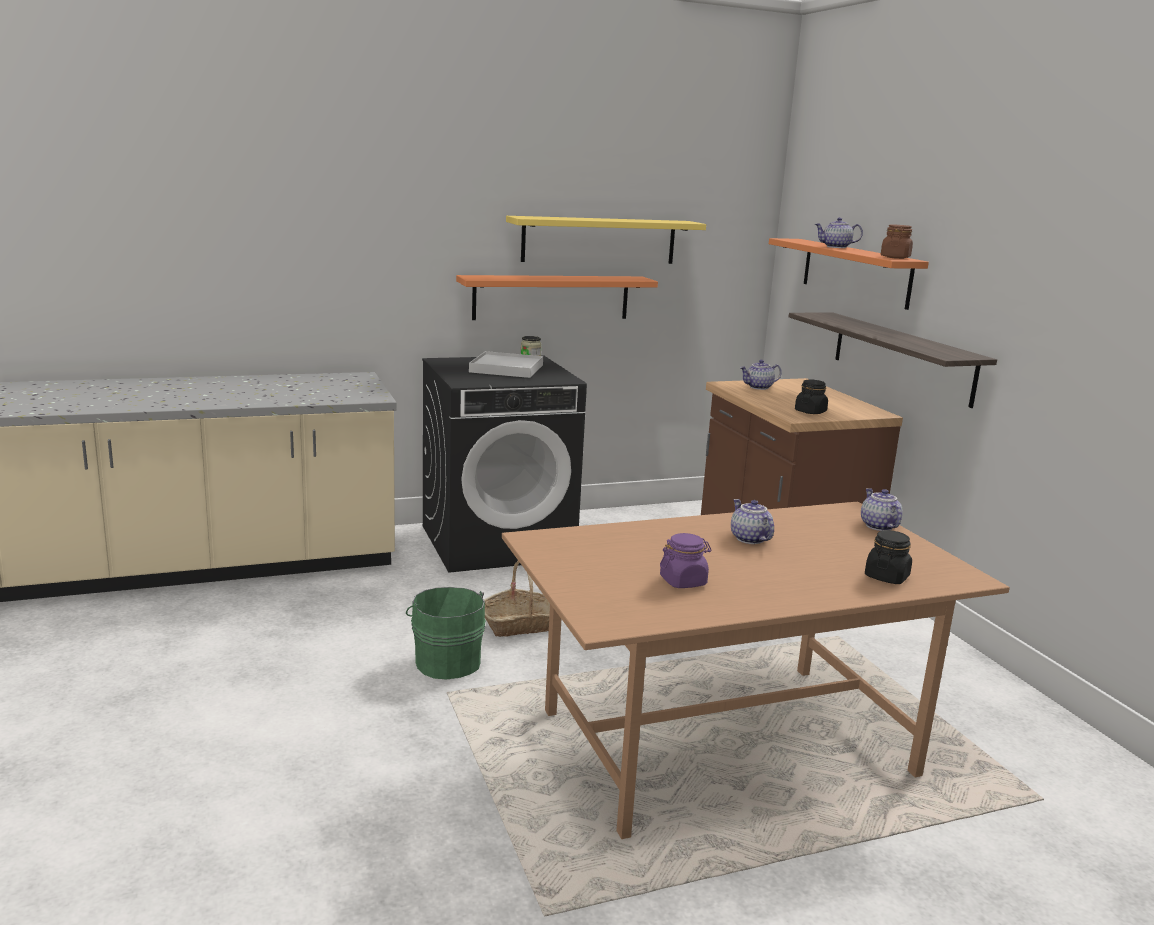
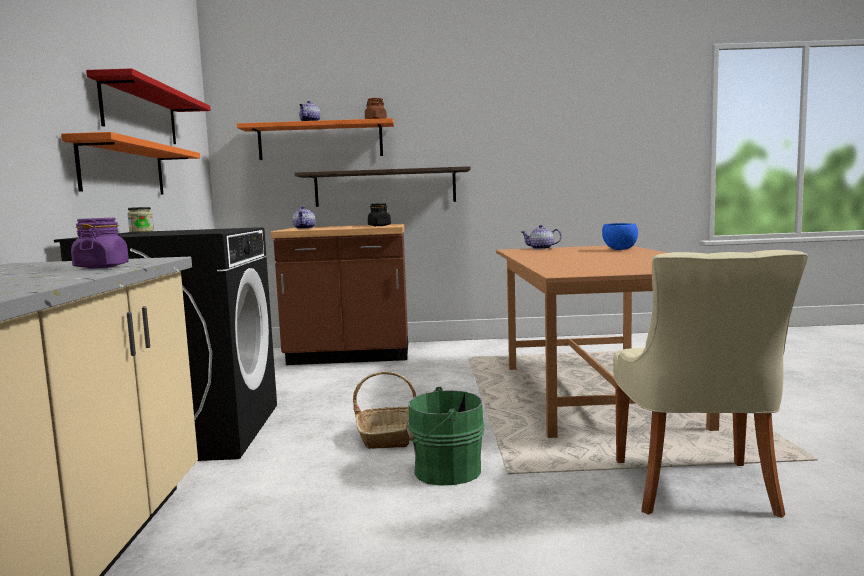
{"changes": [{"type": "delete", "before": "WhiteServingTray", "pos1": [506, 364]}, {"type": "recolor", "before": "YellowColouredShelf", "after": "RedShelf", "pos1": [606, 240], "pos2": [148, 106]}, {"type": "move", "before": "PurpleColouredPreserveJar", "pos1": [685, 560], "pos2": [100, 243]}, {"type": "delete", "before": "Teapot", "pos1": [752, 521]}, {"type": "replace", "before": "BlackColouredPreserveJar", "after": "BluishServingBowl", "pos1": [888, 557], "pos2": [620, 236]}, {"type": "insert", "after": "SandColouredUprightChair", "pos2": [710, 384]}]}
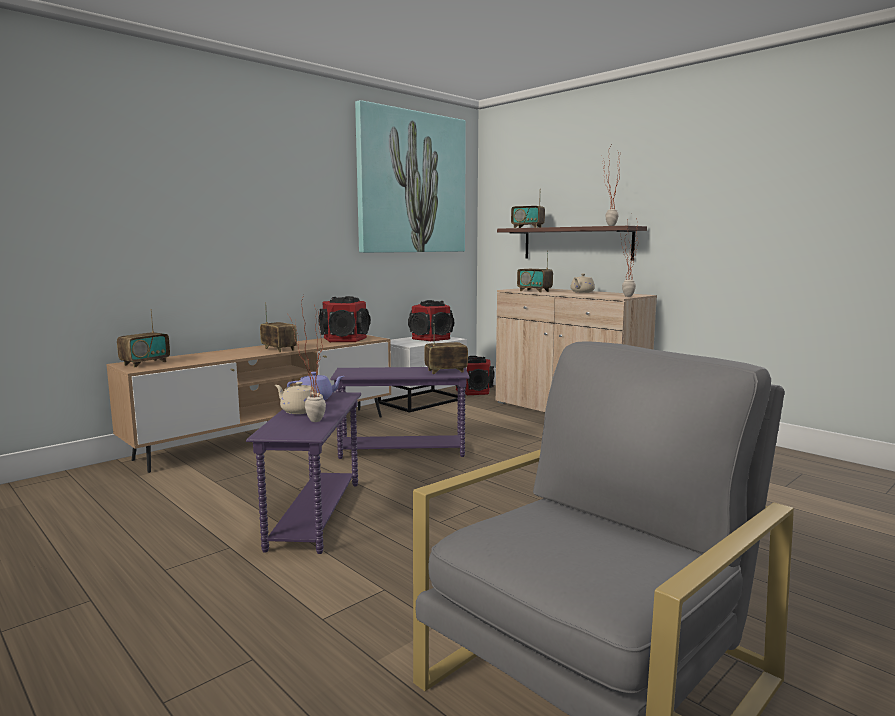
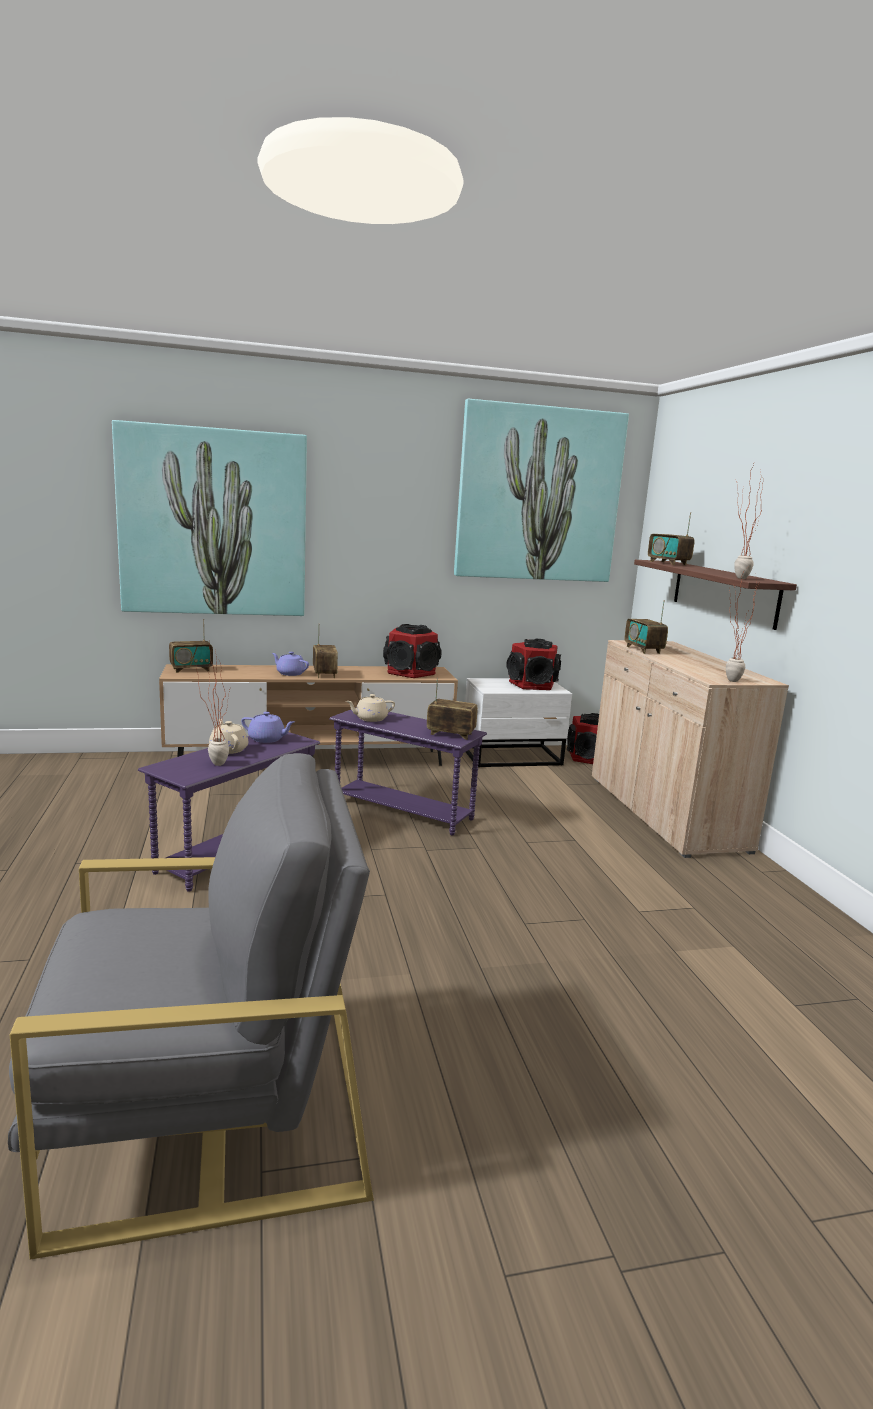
{"changes": [{"type": "move", "before": "SandColouredTeapot", "pos1": [582, 283], "pos2": [370, 708]}, {"type": "insert", "after": "WallArt", "pos2": [209, 518]}, {"type": "insert", "after": "PurpleColouredTeapot", "pos2": [290, 664]}]}
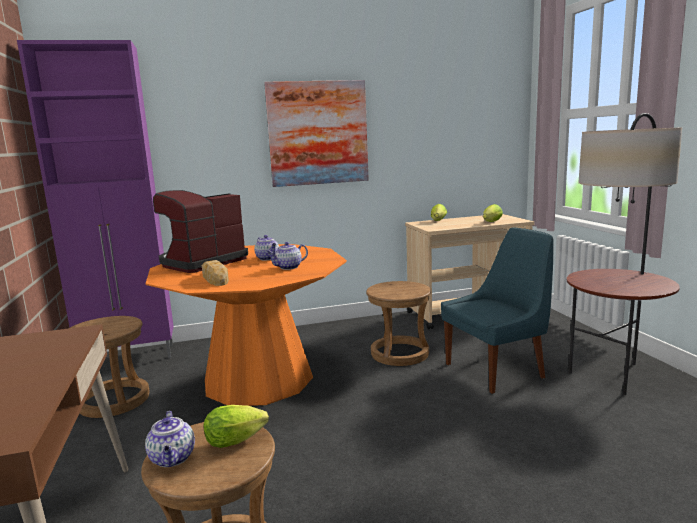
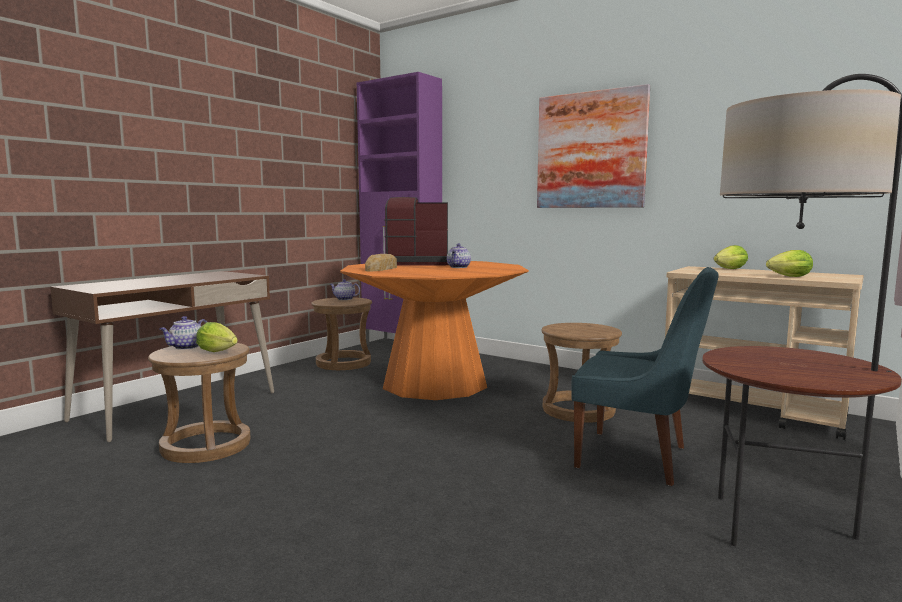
{"changes": [{"type": "move", "before": "Teapot", "pos1": [287, 256], "pos2": [345, 289]}]}
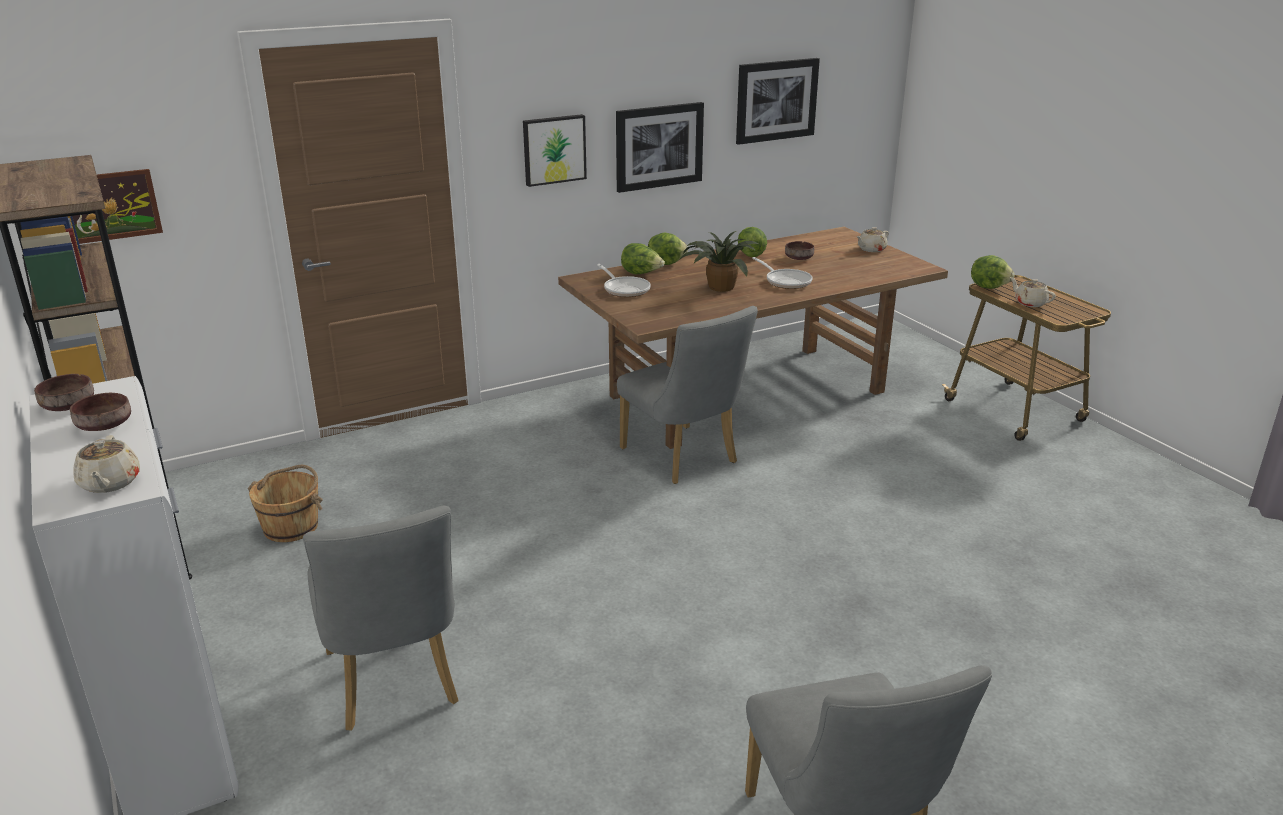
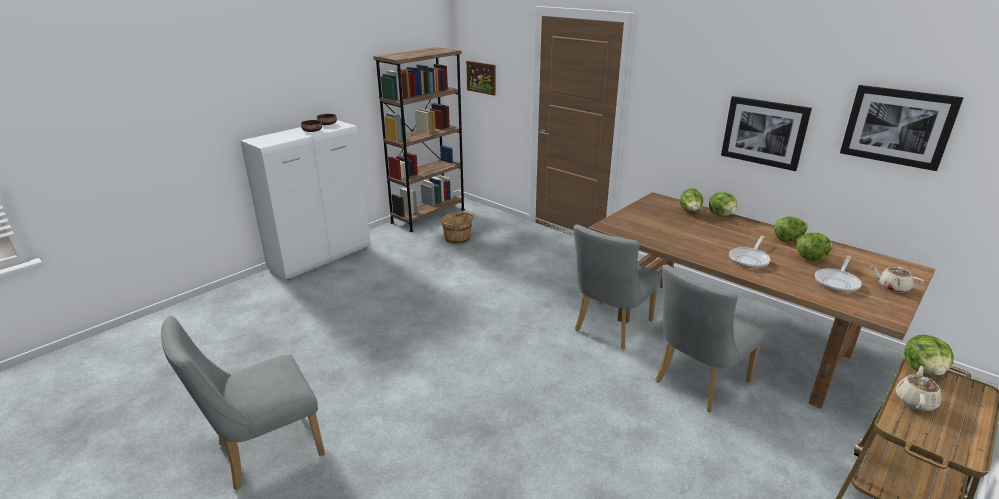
{"changes": [{"type": "delete", "before": "SandColouredTeapot", "pos1": [106, 464]}, {"type": "move", "before": "GreyUprightChair", "pos1": [381, 618], "pos2": [710, 338]}, {"type": "delete", "before": "WallArt", "pos1": [555, 150]}, {"type": "move", "before": "Skillet", "pos1": [624, 280], "pos2": [838, 274]}, {"type": "delete", "before": "Houseplant", "pos1": [719, 261]}, {"type": "replace", "before": "BrownServingBowl", "after": "HeadOfLettuce", "pos1": [799, 250], "pos2": [814, 246]}]}
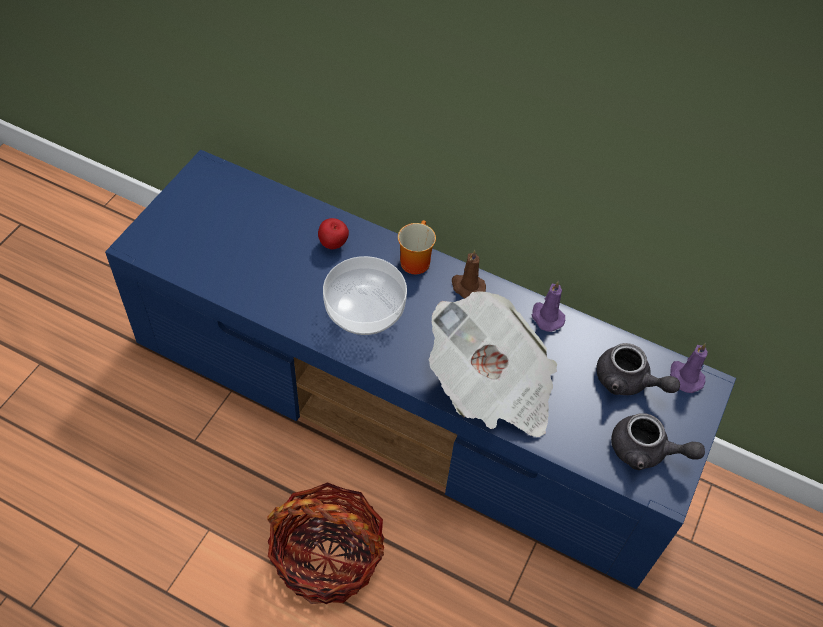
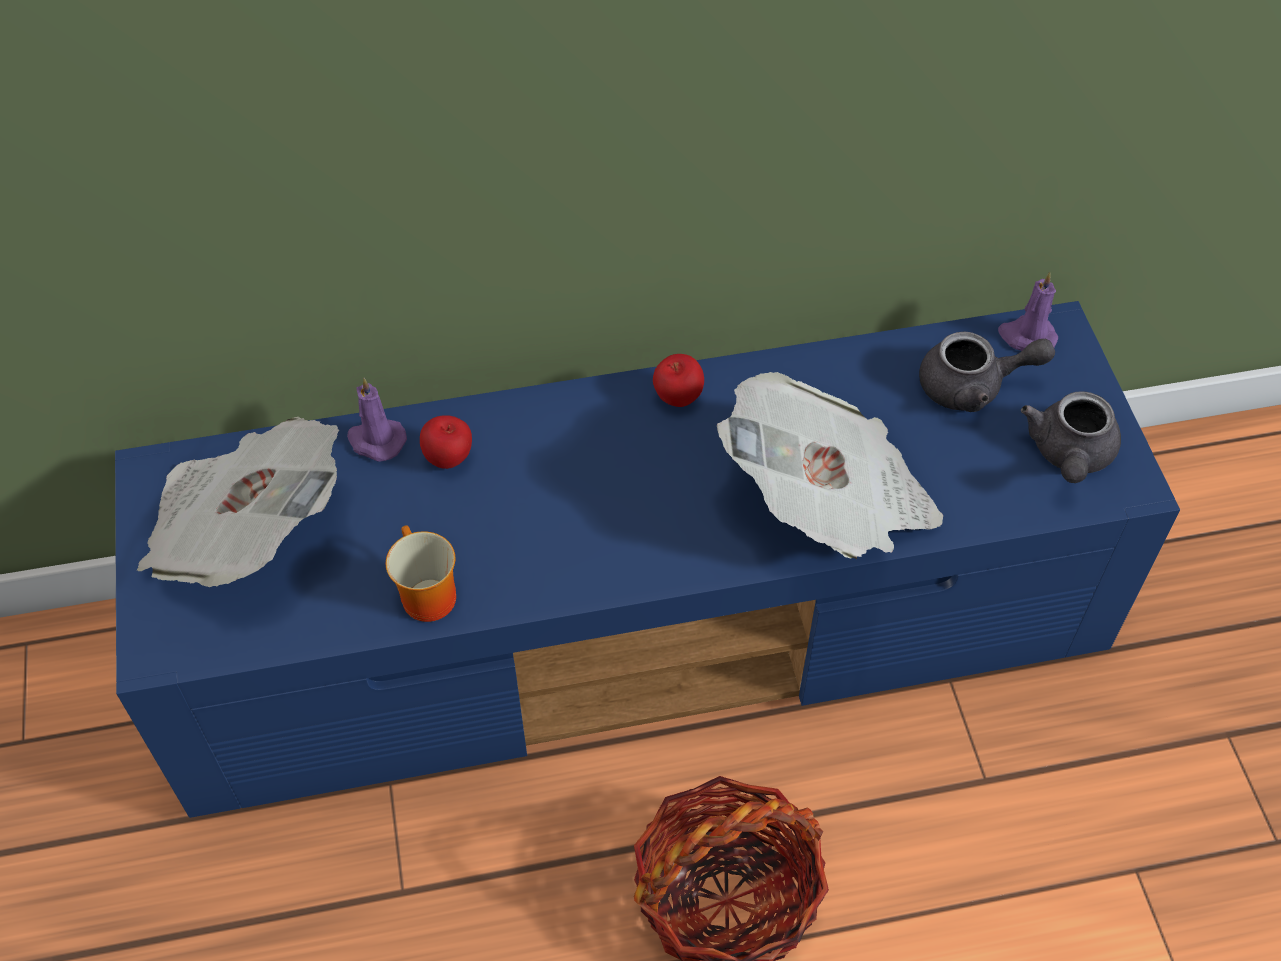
{"changes": [{"type": "delete", "before": "ServingBowl", "pos1": [365, 295]}, {"type": "move", "before": "Mug", "pos1": [417, 247], "pos2": [421, 573]}, {"type": "replace", "before": "BrownWaxLight", "after": "WholeApple", "pos1": [469, 274], "pos2": [678, 380]}, {"type": "move", "before": "PurpleColouredWaxLight", "pos1": [548, 306], "pos2": [377, 419]}, {"type": "rotate", "before": "GreyTeapot", "pos1": [658, 441], "pos2": [1071, 437], "turn": 120}, {"type": "insert", "after": "Newspaper", "pos2": [238, 502]}]}
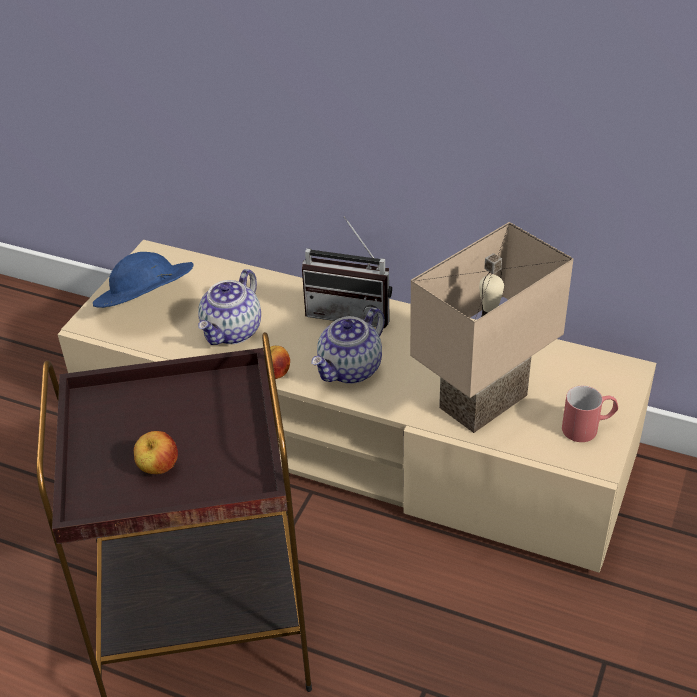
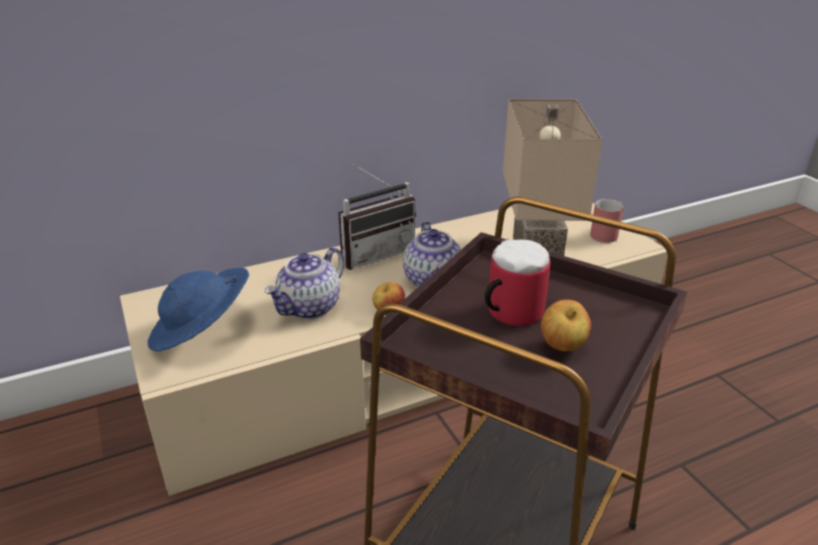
{"changes": [{"type": "rotate", "before": "Teapot", "pos1": [229, 307], "pos2": [305, 283], "turn": 60}, {"type": "insert", "after": "Mug", "pos2": [517, 282]}]}
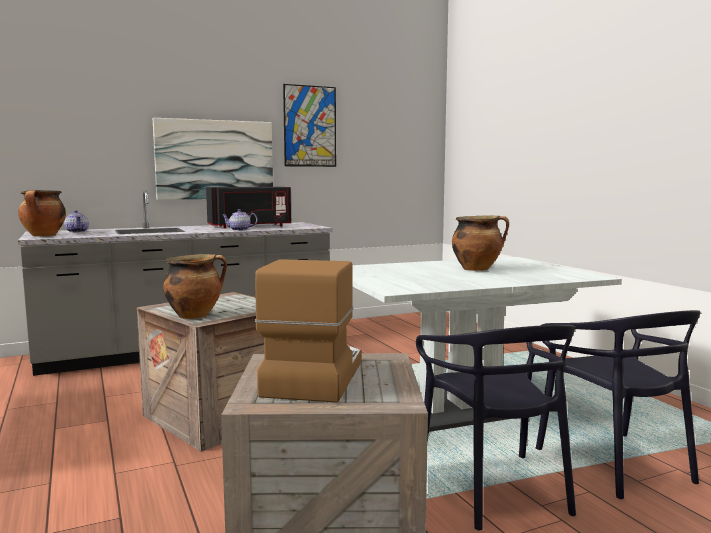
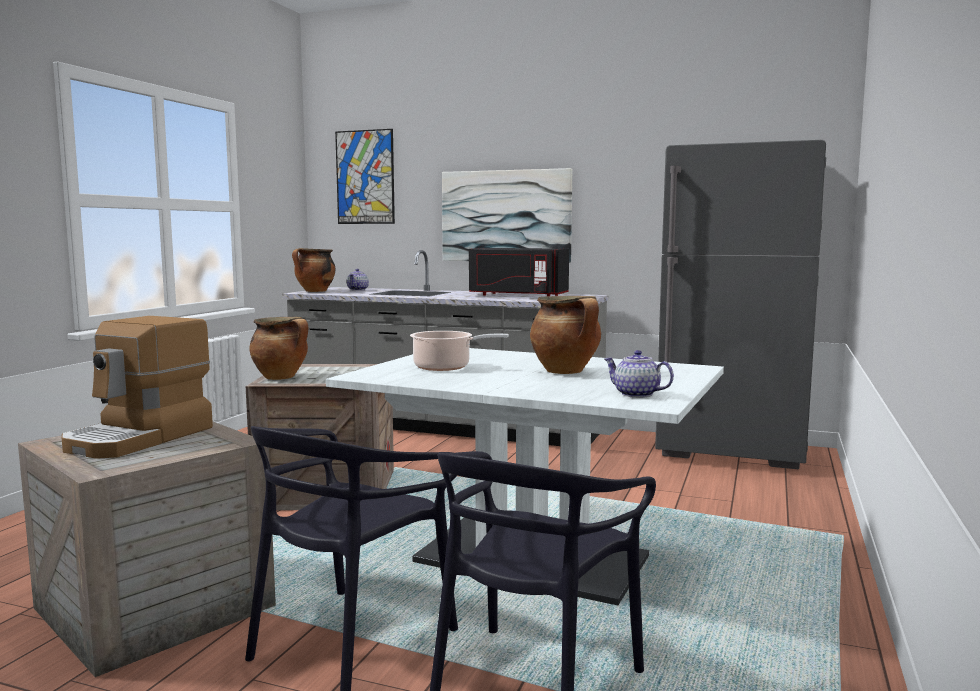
{"changes": [{"type": "move", "before": "Teapot", "pos1": [240, 220], "pos2": [639, 374]}, {"type": "rotate", "before": "CoffeeMachine", "pos1": [308, 331], "pos2": [137, 387], "turn": 150}, {"type": "move", "before": "WallArt", "pos1": [309, 125], "pos2": [365, 176]}, {"type": "insert", "after": "Stockpot", "pos2": [459, 351]}, {"type": "insert", "after": "GreyFridge", "pos2": [740, 304]}]}
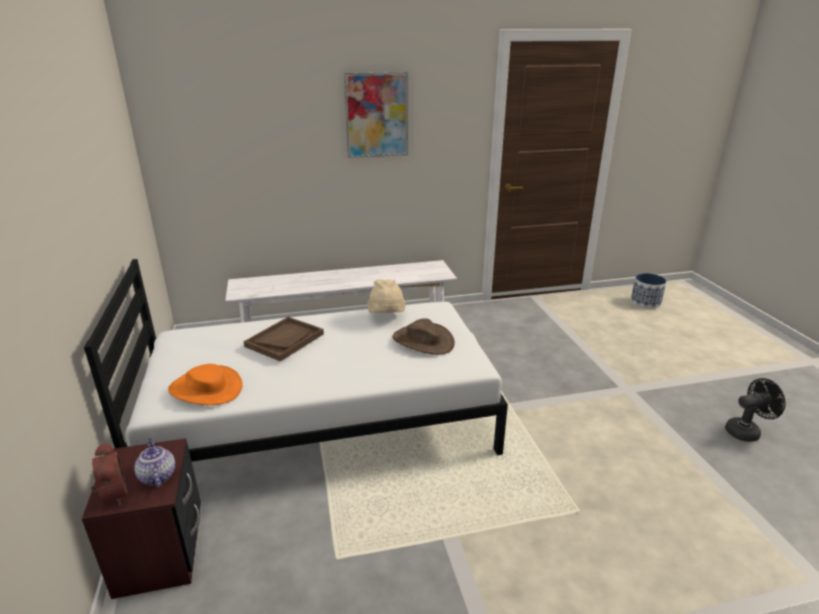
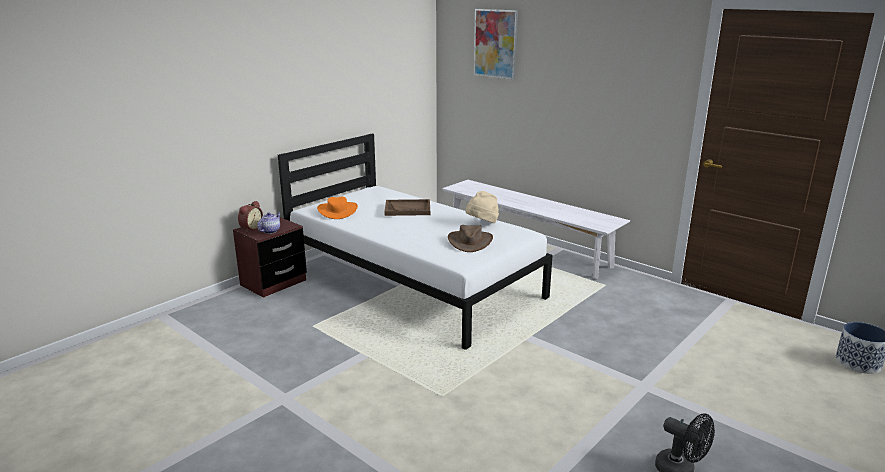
{"changes": [{"type": "move", "before": "WallArt", "pos1": [376, 115], "pos2": [496, 44]}]}
